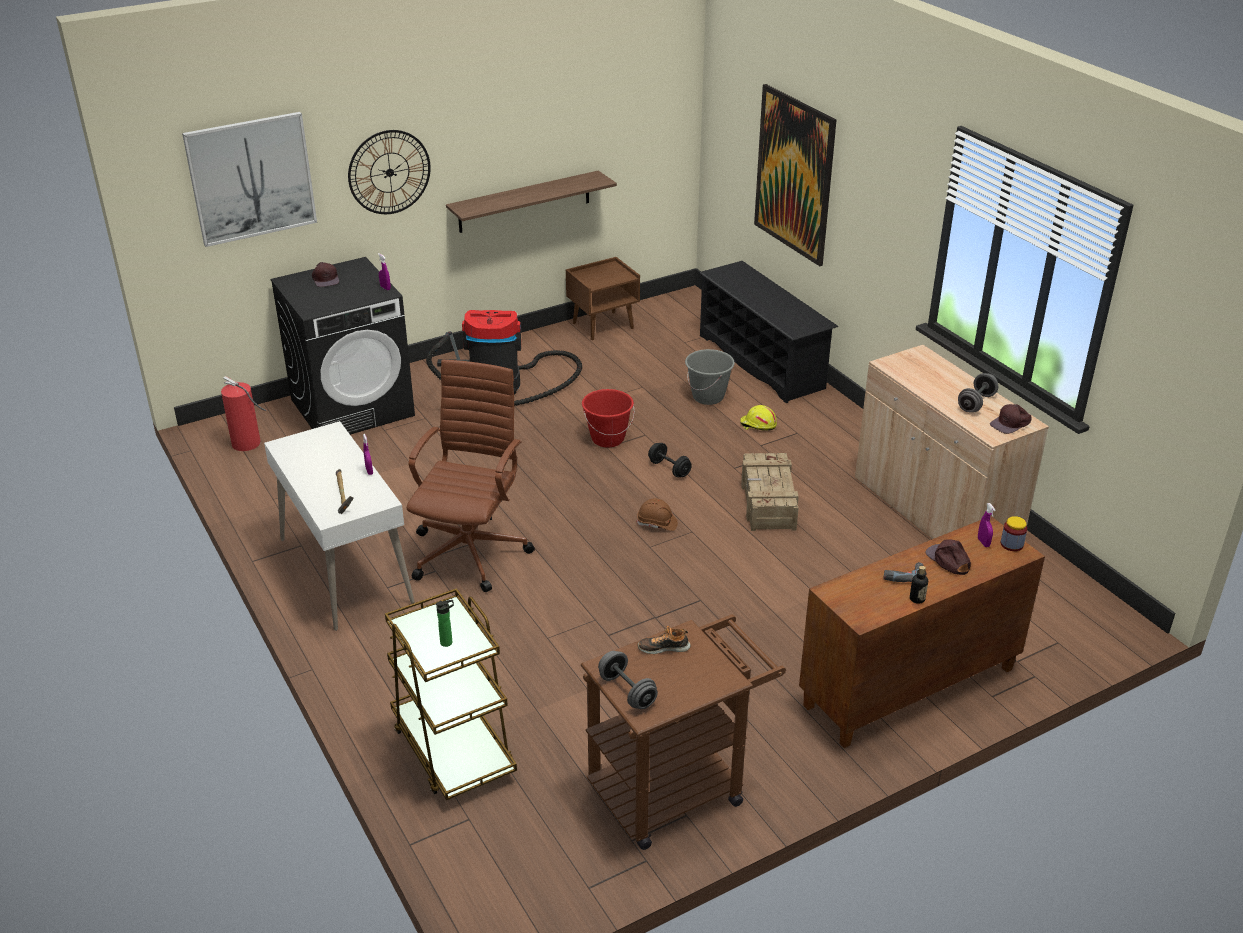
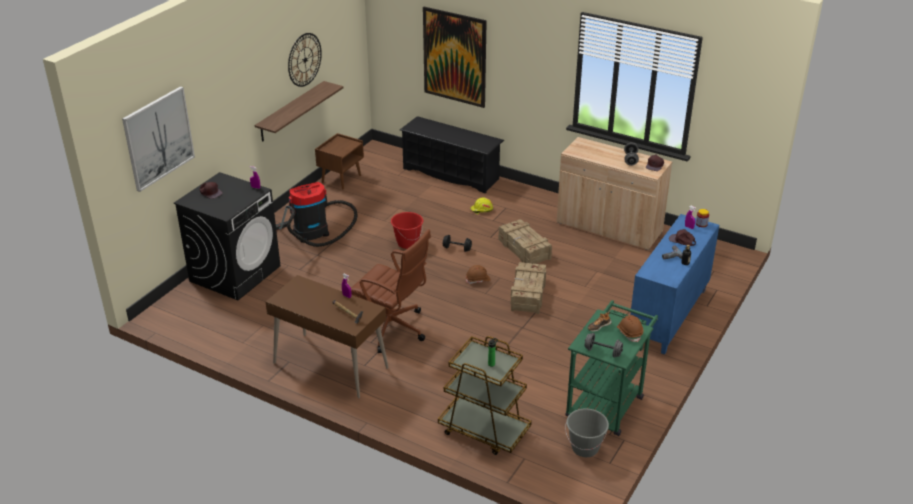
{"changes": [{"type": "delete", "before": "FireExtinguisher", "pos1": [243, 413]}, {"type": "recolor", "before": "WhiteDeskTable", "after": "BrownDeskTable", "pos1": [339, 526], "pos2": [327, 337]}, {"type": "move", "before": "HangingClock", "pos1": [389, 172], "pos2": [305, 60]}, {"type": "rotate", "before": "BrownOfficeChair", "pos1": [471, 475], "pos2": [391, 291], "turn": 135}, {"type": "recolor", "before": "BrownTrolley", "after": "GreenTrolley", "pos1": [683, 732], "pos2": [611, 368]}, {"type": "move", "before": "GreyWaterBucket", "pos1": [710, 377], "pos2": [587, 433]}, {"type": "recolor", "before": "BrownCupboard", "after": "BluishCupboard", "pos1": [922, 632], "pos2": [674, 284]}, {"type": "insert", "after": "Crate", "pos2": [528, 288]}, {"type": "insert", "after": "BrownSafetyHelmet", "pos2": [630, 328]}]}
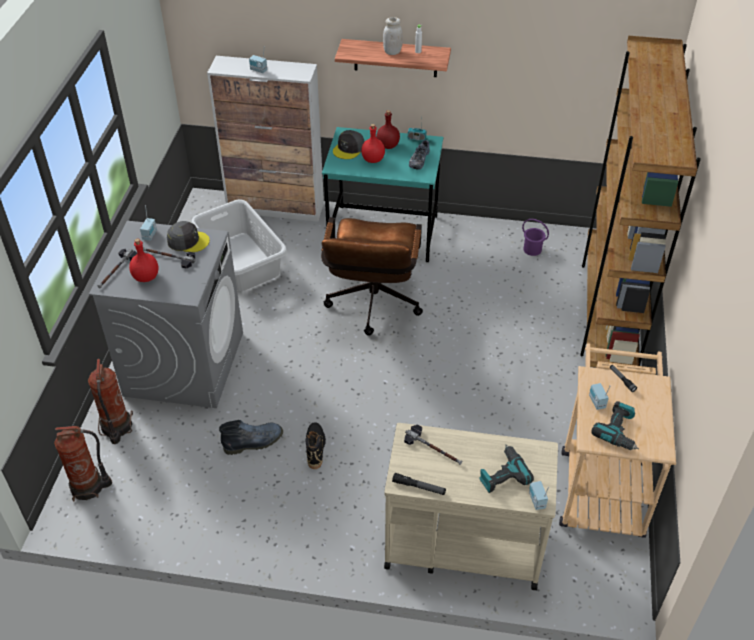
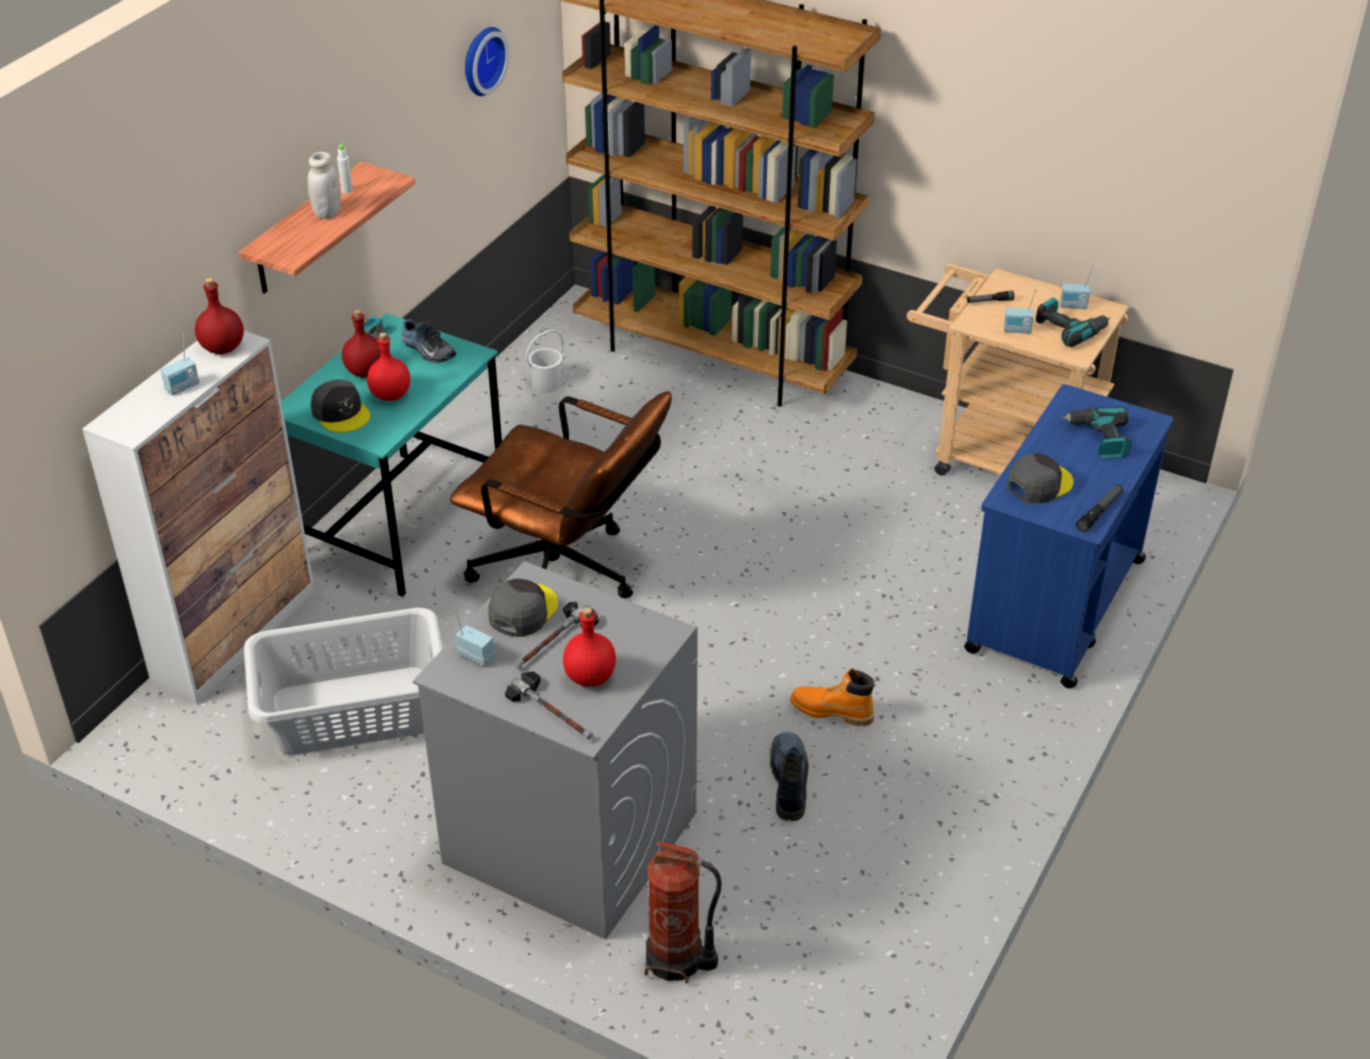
{"changes": [{"type": "delete", "before": "FireExtinguisher", "pos1": [83, 464]}, {"type": "recolor", "before": "BlackColouredHighTopBoot", "after": "OrangeHighTopBoot", "pos1": [316, 445], "pos2": [832, 697]}, {"type": "recolor", "before": "SandColouredTrolley", "after": "BluishTrolley", "pos1": [471, 506], "pos2": [1068, 536]}, {"type": "replace", "before": "HandHammer", "after": "GreyPeakedCap", "pos1": [433, 444], "pos2": [1040, 478]}, {"type": "recolor", "before": "PurpleColouredWaterBucket", "after": "WhiteWaterBucket", "pos1": [535, 237], "pos2": [545, 361]}, {"type": "move", "before": "Radio", "pos1": [539, 495], "pos2": [1077, 287]}, {"type": "insert", "after": "RedBeverageBottle", "pos2": [219, 316]}, {"type": "insert", "after": "HangingClock", "pos2": [487, 61]}]}
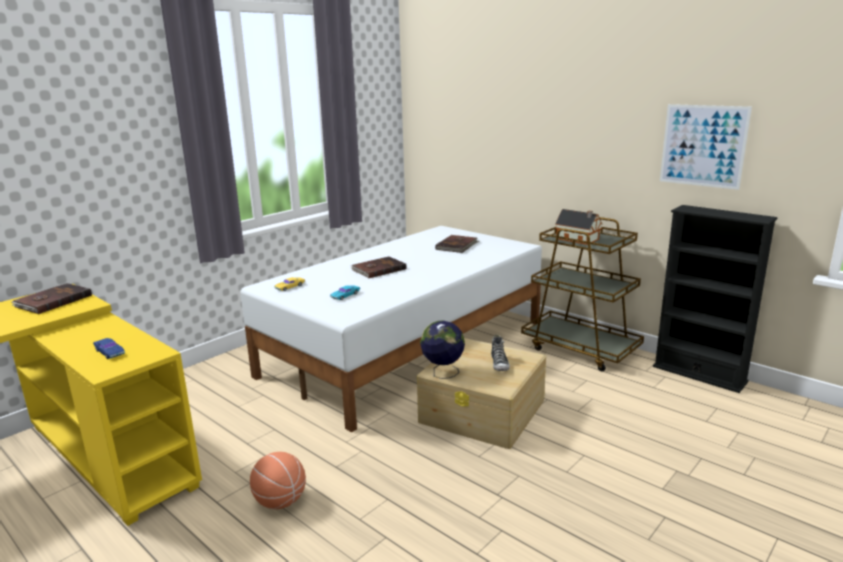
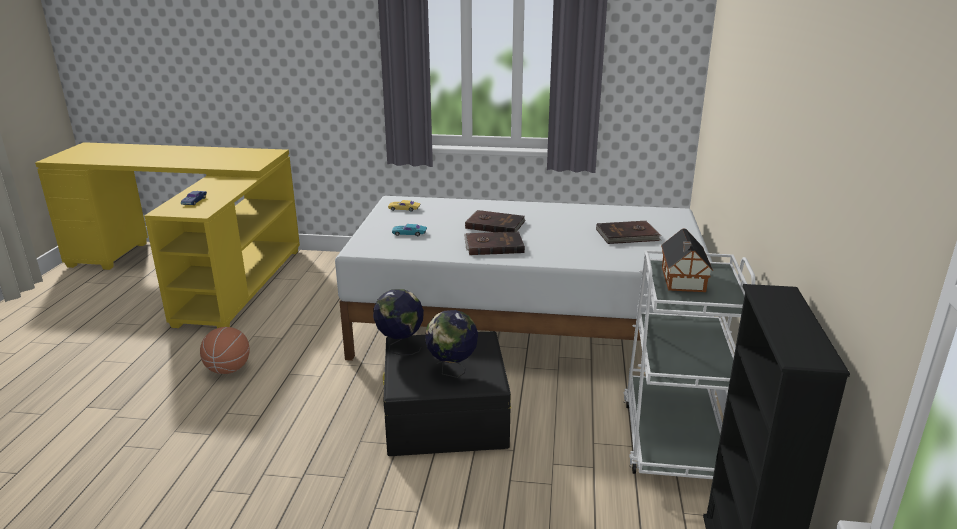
{"changes": [{"type": "move", "before": "BrownBoundBook", "pos1": [52, 298], "pos2": [494, 243]}, {"type": "recolor", "before": "SandColouredStorageBox", "after": "BlackColouredStorageBox", "pos1": [481, 393], "pos2": [447, 393]}, {"type": "replace", "before": "LowShoe", "after": "Globe", "pos1": [500, 353], "pos2": [451, 344]}, {"type": "recolor", "before": "BrownTrolley", "after": "WhiteTrolley", "pos1": [582, 294], "pos2": [689, 364]}, {"type": "delete", "before": "WallArt", "pos1": [706, 147]}]}
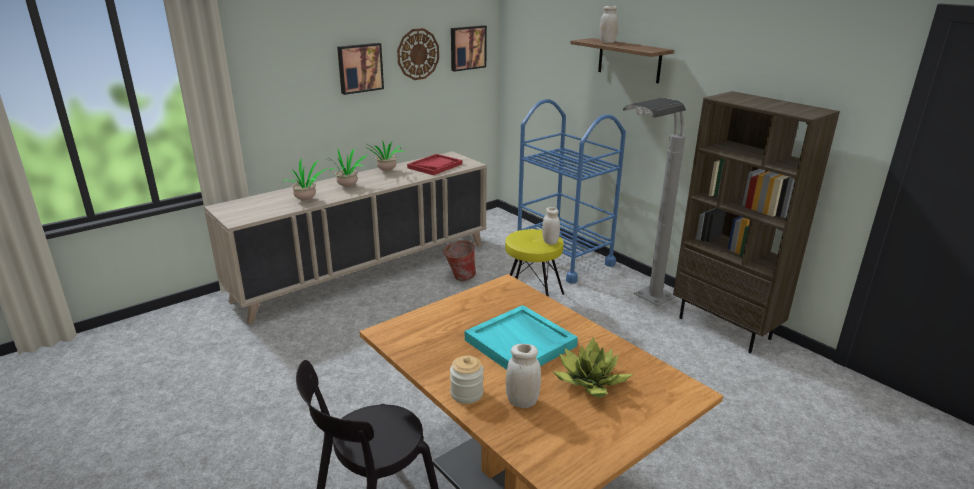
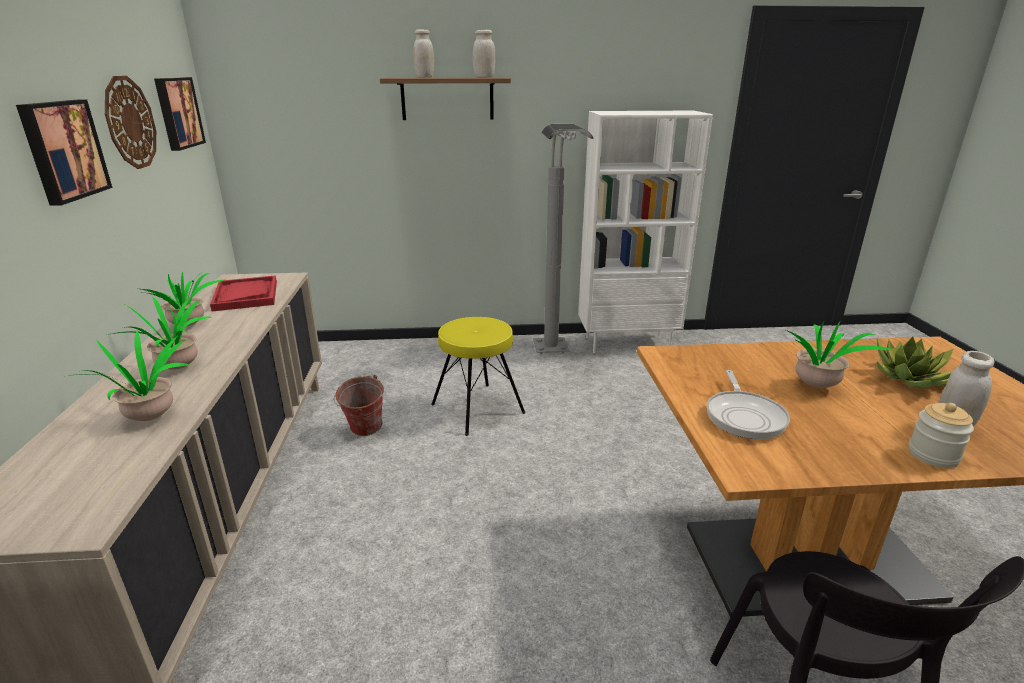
{"changes": [{"type": "replace", "before": "BlueGreenServingTray", "after": "Houseplant", "pos1": [521, 337], "pos2": [839, 354]}, {"type": "delete", "before": "BluishTrolley", "pos1": [572, 191]}, {"type": "move", "before": "WhitePreserveJar", "pos1": [551, 226], "pos2": [484, 53]}, {"type": "recolor", "before": "BrownBookshelf", "after": "WhiteBookshelf", "pos1": [756, 222], "pos2": [645, 232]}, {"type": "insert", "after": "Skillet", "pos2": [748, 404]}]}
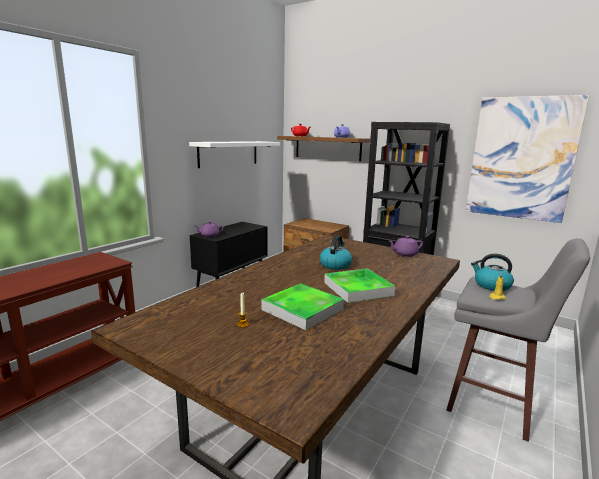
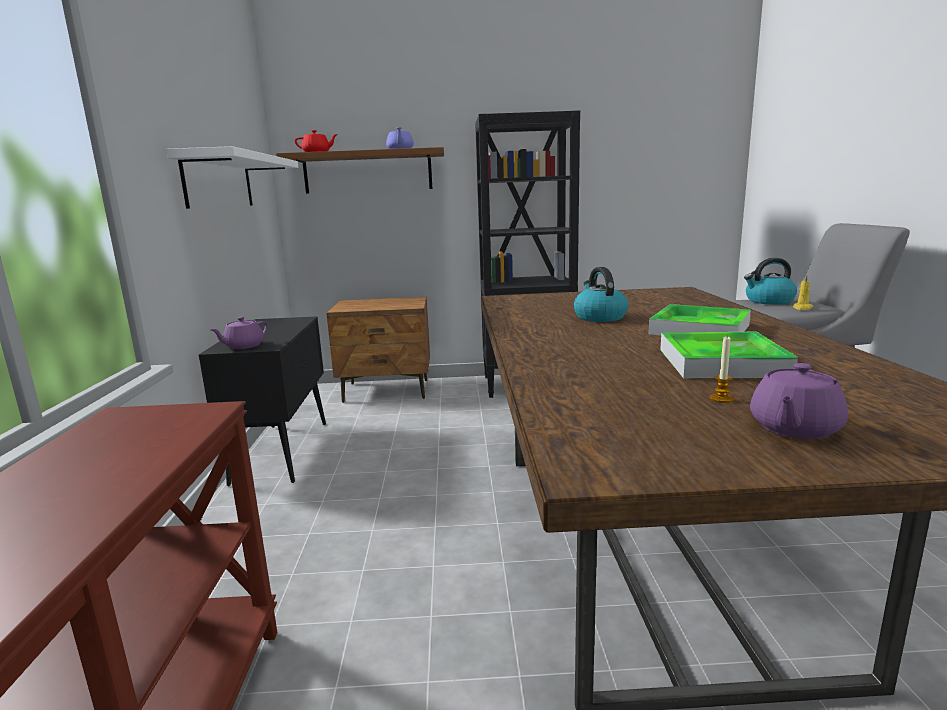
{"changes": [{"type": "move", "before": "PurpleColouredTeapot", "pos1": [406, 246], "pos2": [799, 401]}, {"type": "delete", "before": "WallArt", "pos1": [527, 159]}]}
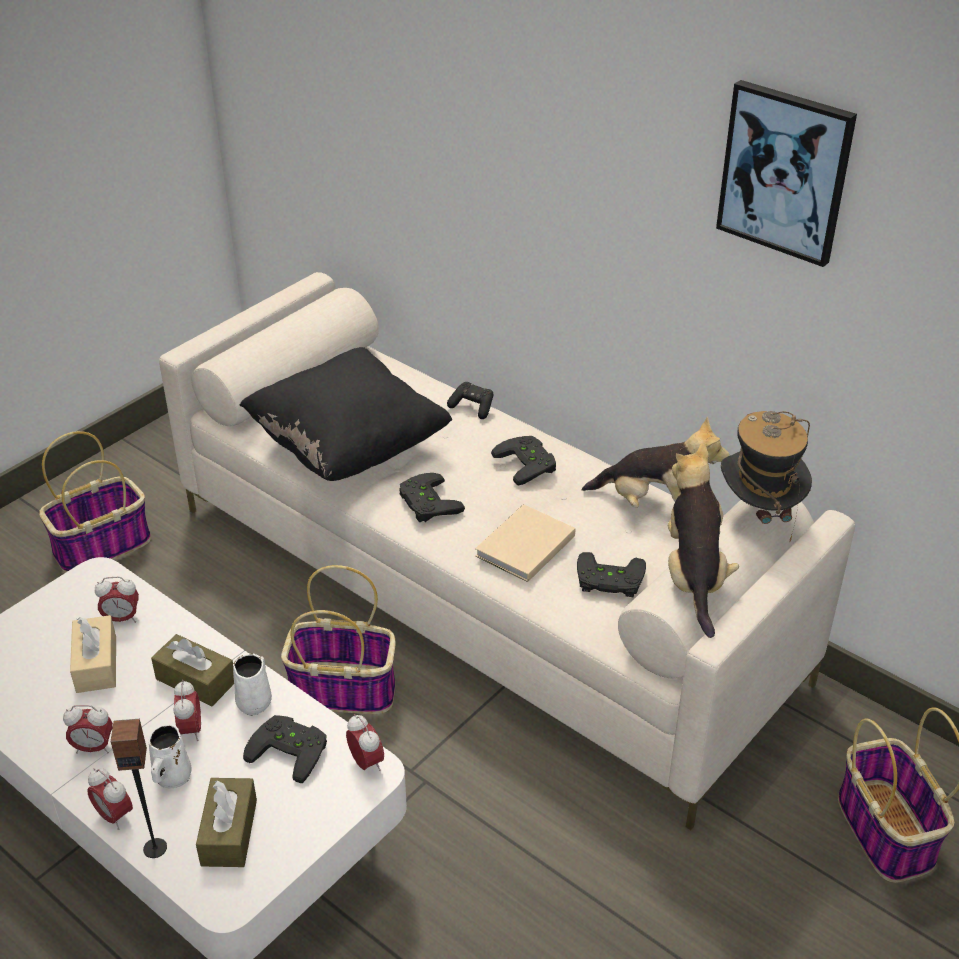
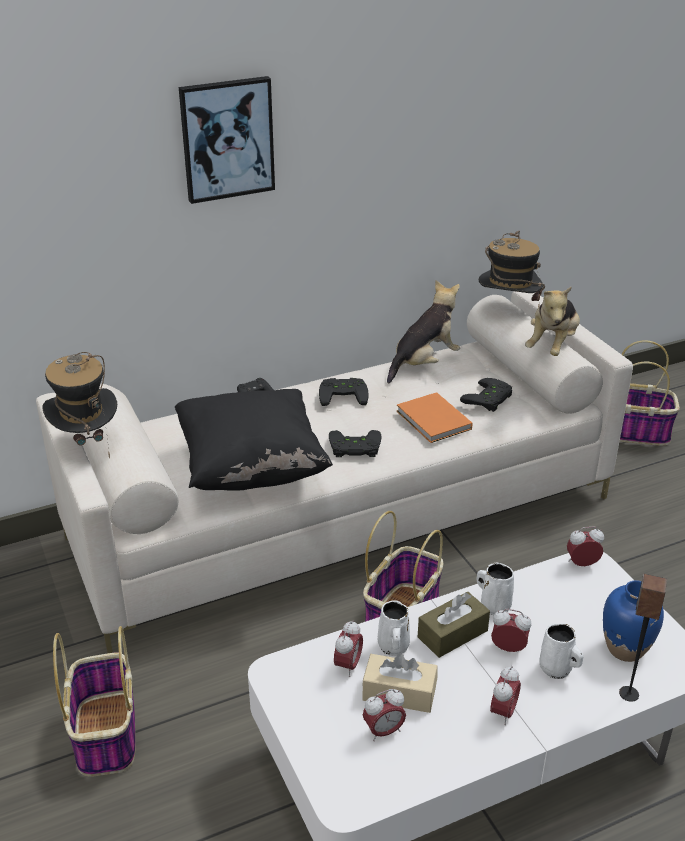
{"changes": [{"type": "move", "before": "BedsideClock", "pos1": [110, 799], "pos2": [384, 715]}, {"type": "replace", "before": "BrownTissueBox", "after": "BluishDecorativeVase", "pos1": [226, 822], "pos2": [633, 621]}, {"type": "delete", "before": "BlackColouredJoypad", "pos1": [285, 749]}, {"type": "recolor", "before": "SandColouredBoundBook", "after": "OrangeBoundBook", "pos1": [525, 543], "pos2": [434, 417]}, {"type": "rotate", "before": "SoftToy", "pos1": [703, 540], "pos2": [552, 321], "turn": -90}, {"type": "move", "before": "WallArt", "pos1": [786, 173], "pos2": [227, 140]}, {"type": "insert", "after": "Hat", "pos2": [79, 405]}, {"type": "insert", "after": "WhiteMug", "pos2": [394, 628]}]}
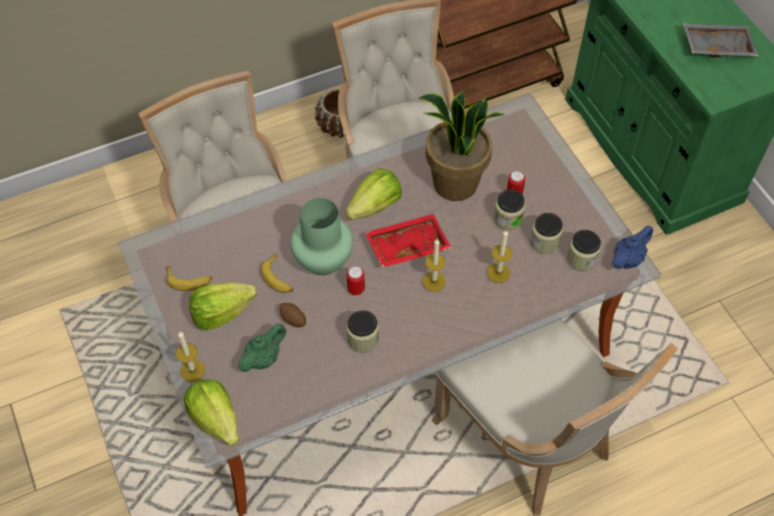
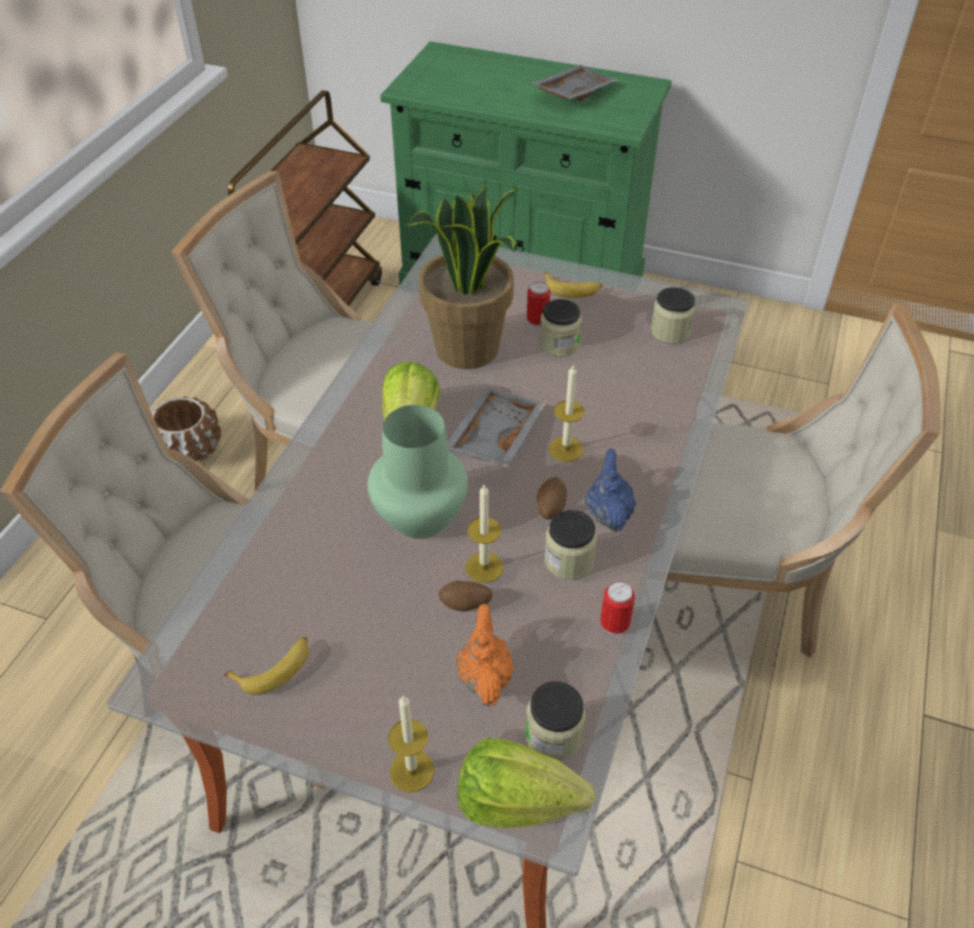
{"changes": [{"type": "delete", "before": "HeadOfLettuce", "pos1": [223, 306]}, {"type": "recolor", "before": "GreenTeapot", "after": "OrangeTeapot", "pos1": [262, 348], "pos2": [485, 655]}, {"type": "move", "before": "WholeBanana", "pos1": [277, 273], "pos2": [573, 285]}, {"type": "move", "before": "Can", "pos1": [356, 280], "pos2": [617, 608]}, {"type": "recolor", "before": "RedServingTray", "after": "GreyServingTray", "pos1": [408, 241], "pos2": [496, 426]}, {"type": "move", "before": "WaxLight", "pos1": [499, 256], "pos2": [484, 534]}, {"type": "move", "before": "PreserveJar", "pos1": [546, 233], "pos2": [555, 721]}, {"type": "move", "before": "BluishTeapot", "pos1": [632, 247], "pos2": [610, 490]}, {"type": "insert", "after": "Potato", "pos2": [552, 498]}]}
